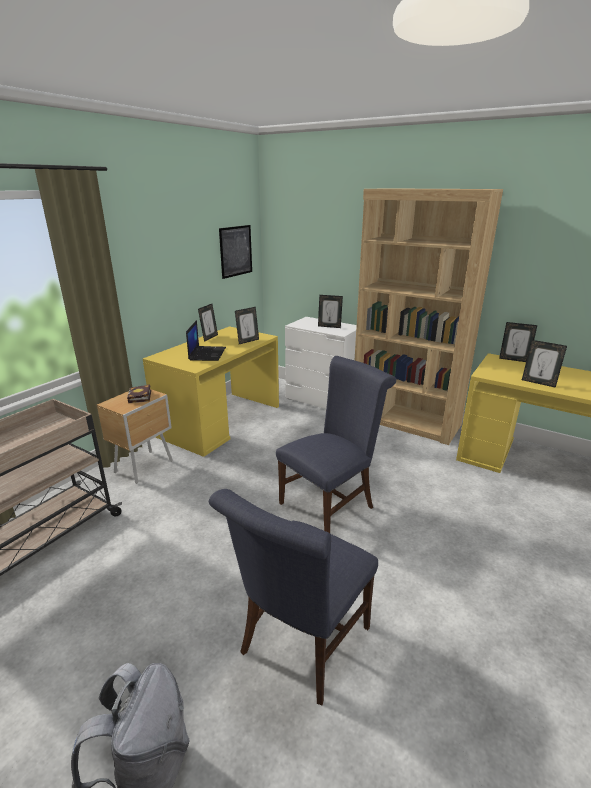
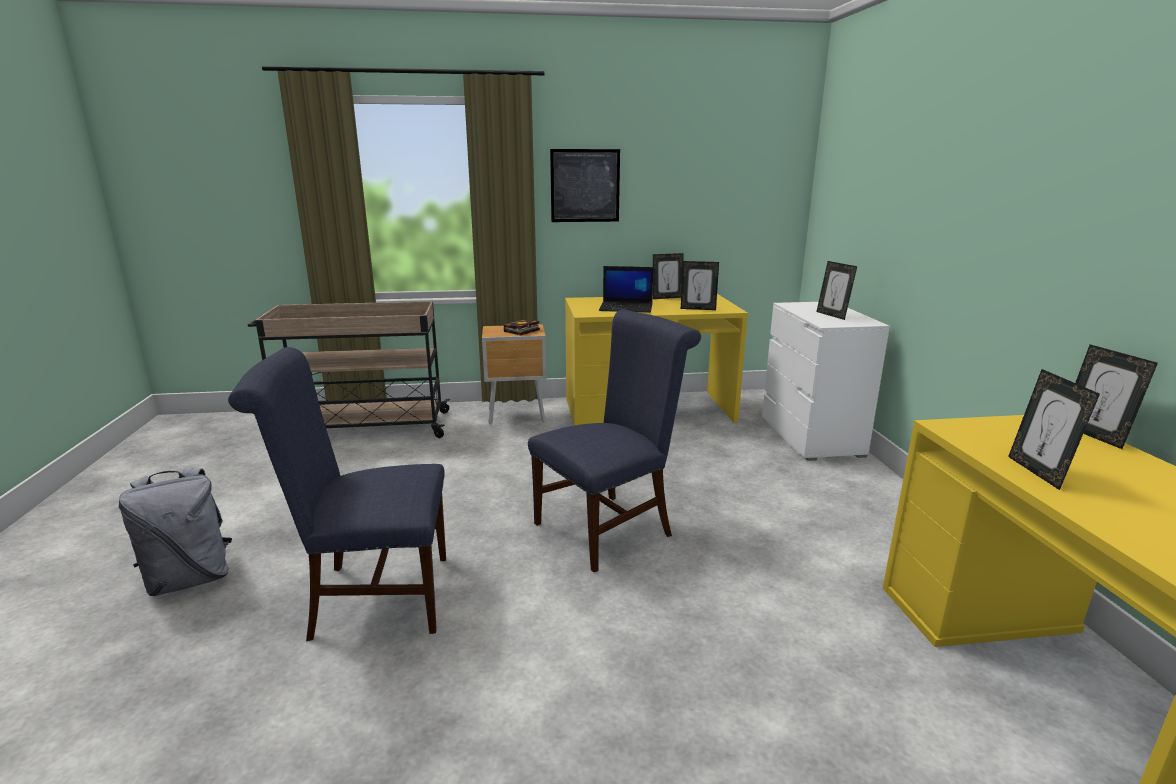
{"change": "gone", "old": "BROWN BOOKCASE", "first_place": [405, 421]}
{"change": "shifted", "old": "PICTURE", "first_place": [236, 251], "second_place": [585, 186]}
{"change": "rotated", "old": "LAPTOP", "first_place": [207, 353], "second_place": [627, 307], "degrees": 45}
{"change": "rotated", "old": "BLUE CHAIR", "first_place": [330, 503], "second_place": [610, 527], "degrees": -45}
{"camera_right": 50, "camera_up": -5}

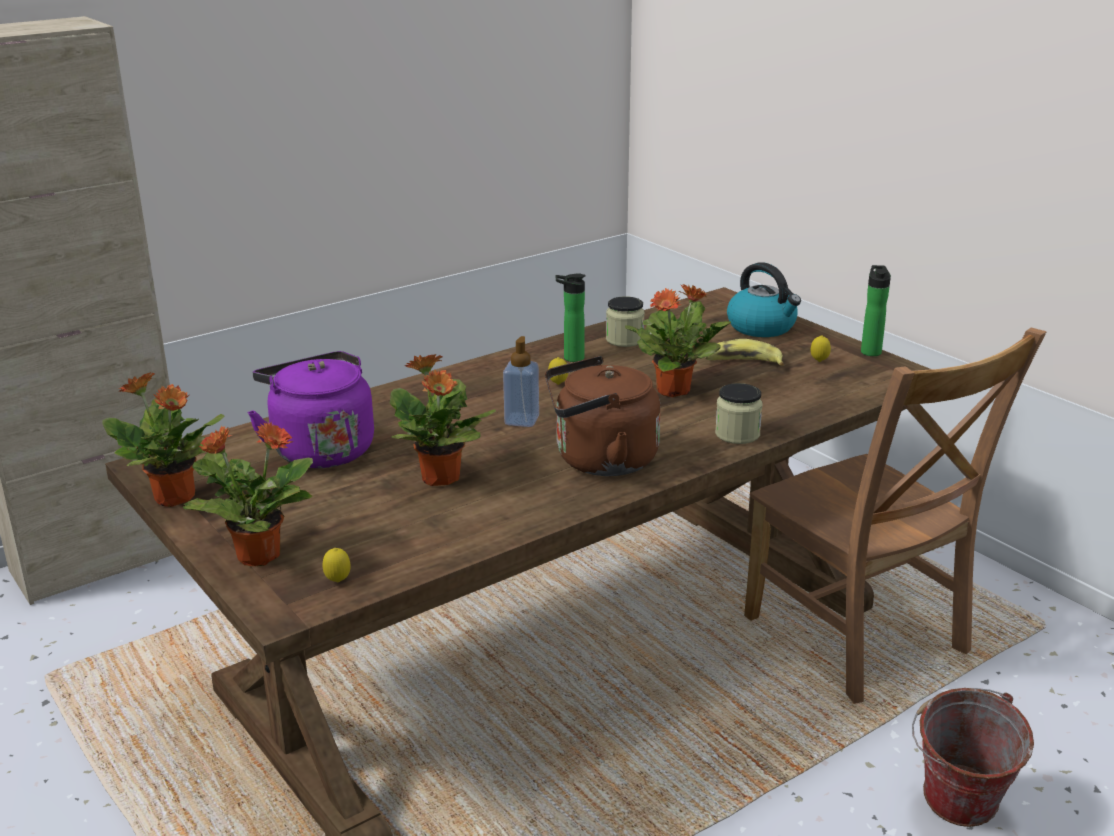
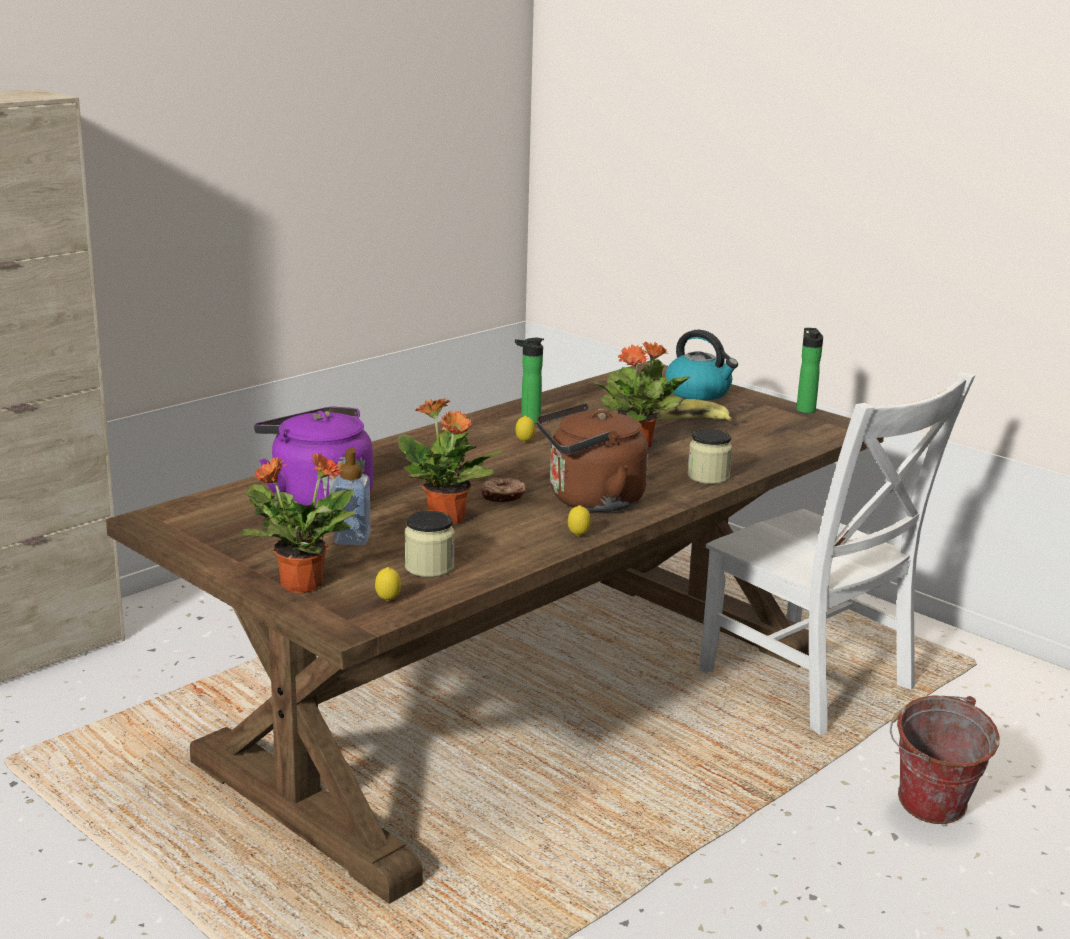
{"change": "gone", "old": "POTTED PLANT", "first_place": [175, 498]}
{"change": "new", "new": "DONUT", "second_place": [503, 497]}
{"change": "shifted", "old": "SOAP DISPENSER", "first_place": [522, 420], "second_place": [352, 539]}
{"change": "shifted", "old": "JAR", "first_place": [624, 340], "second_place": [429, 567]}
{"change": "shifted", "old": "LEMON", "first_place": [819, 361], "second_place": [578, 536]}
{"change": "repainted", "old": "BROWN CHAIR", "new": "WHITE CHAIR", "first_place": [860, 640], "second_place": [812, 684]}
{"camera_right": -10, "camera_up": -5}

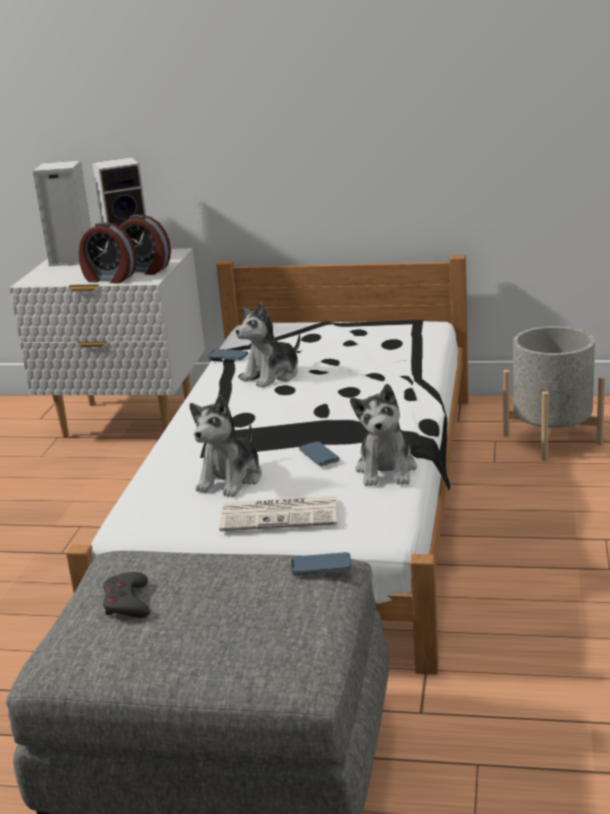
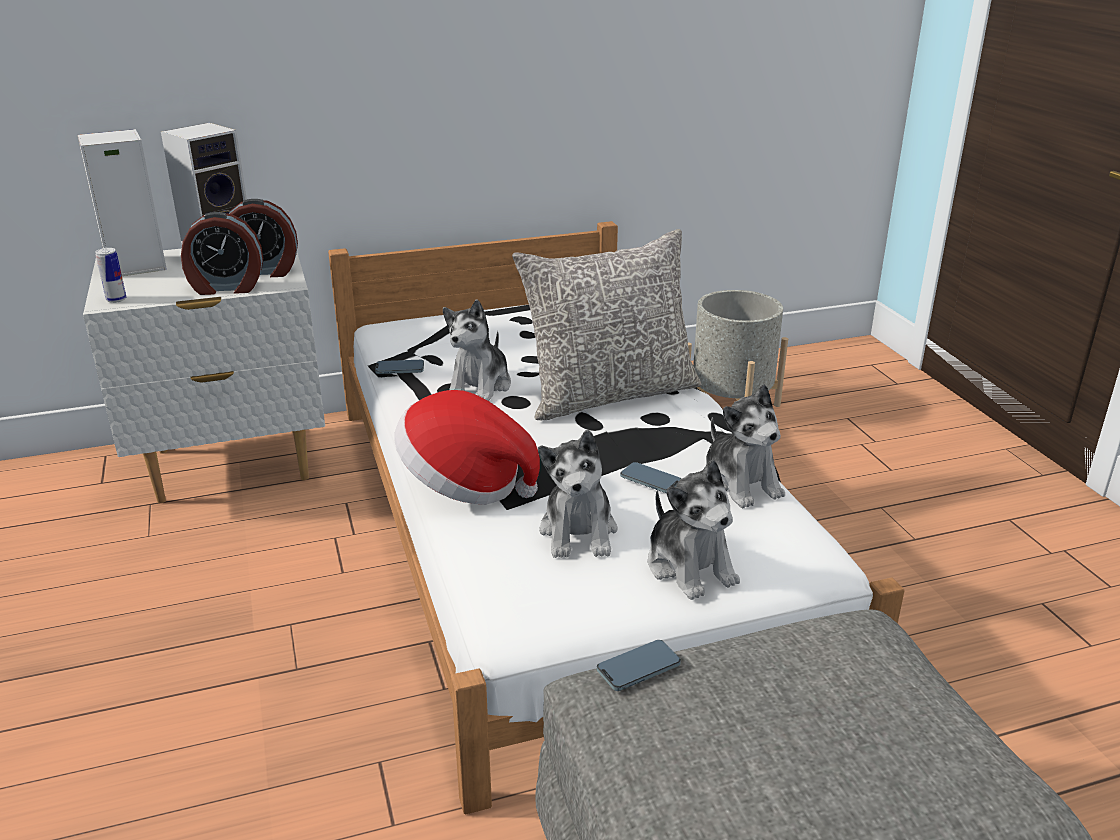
{"change": "gone", "old": "GREY GAME CONTROLLER", "first_place": [127, 602]}
{"change": "new", "new": "CAN", "second_place": [116, 299]}
{"change": "new", "new": "HAT", "second_place": [464, 484]}
{"change": "new", "new": "GREY PILLOW", "second_place": [609, 394]}
{"change": "shifted", "old": "PHONE", "first_place": [321, 567], "second_place": [638, 668]}
{"change": "swapped", "old": "NEWSPAPER", "new": "PLUSH TOY", "first_place": [281, 514], "second_place": [690, 567]}
{"camera_right": -30, "camera_up": 5}

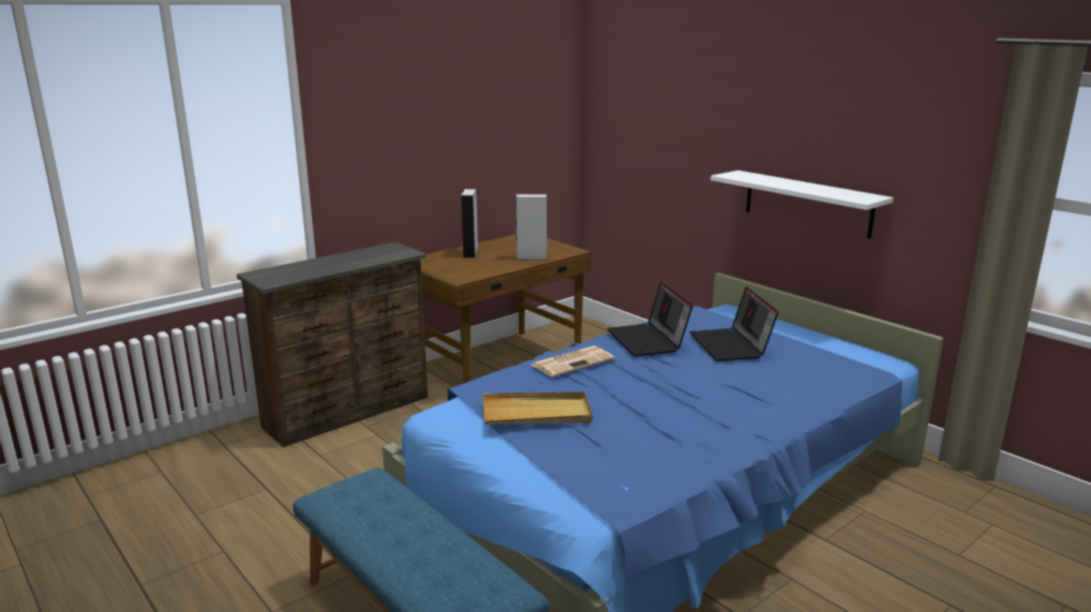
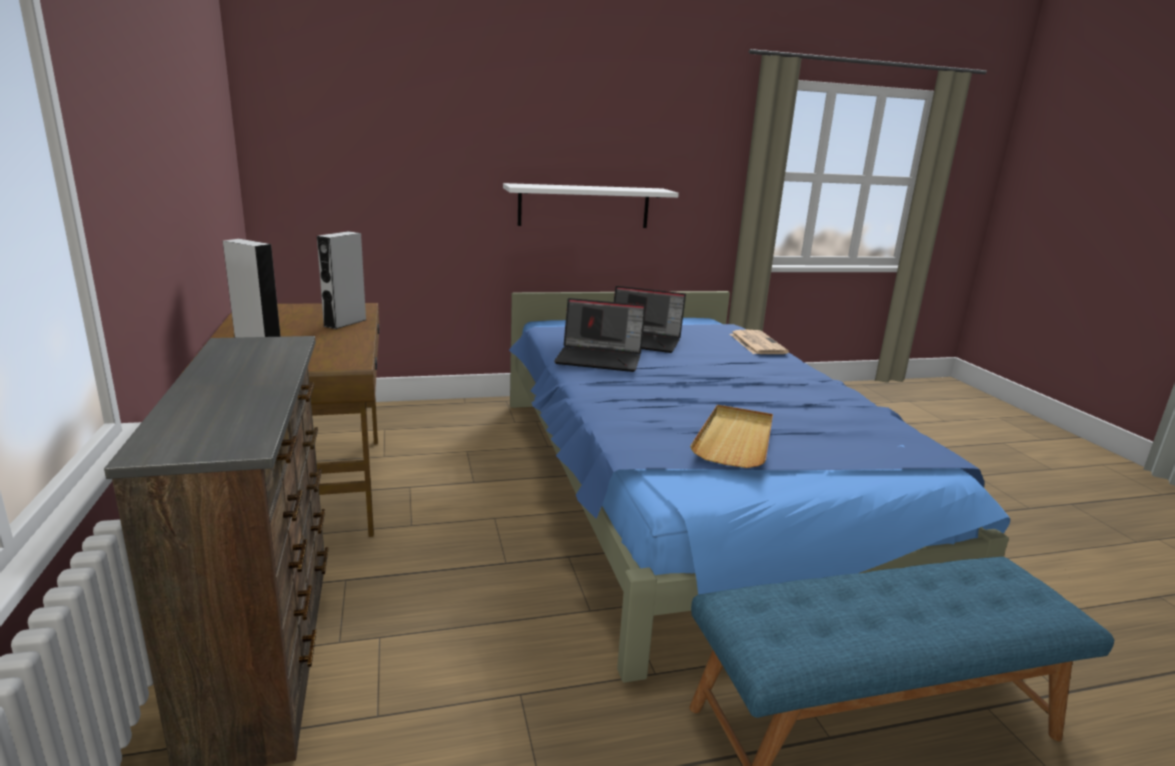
{"change": "shifted", "old": "NEWSPAPER", "first_place": [573, 362], "second_place": [756, 343]}
{"camera_right": -65, "camera_up": 0}

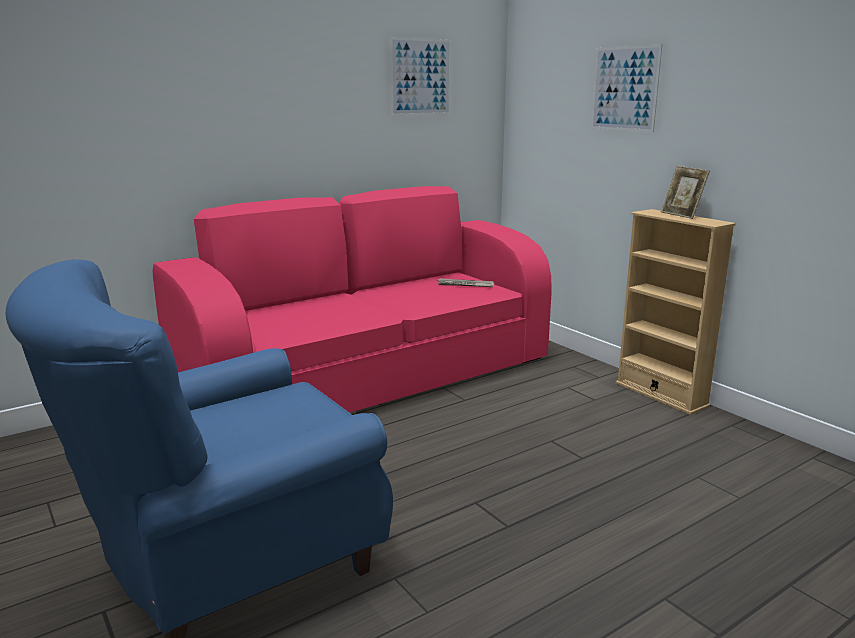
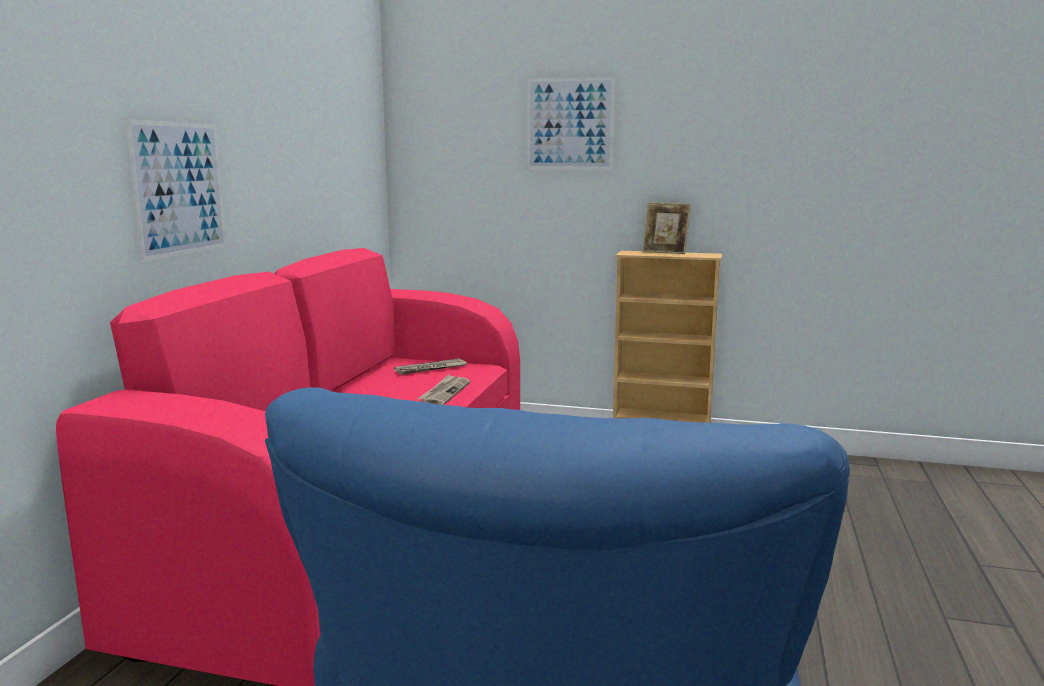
{"change": "new", "new": "NEWSPAPER", "second_place": [444, 393]}
{"change": "shifted", "old": "PICTURE", "first_place": [421, 77], "second_place": [180, 189]}
{"camera_right": -40, "camera_up": -5}

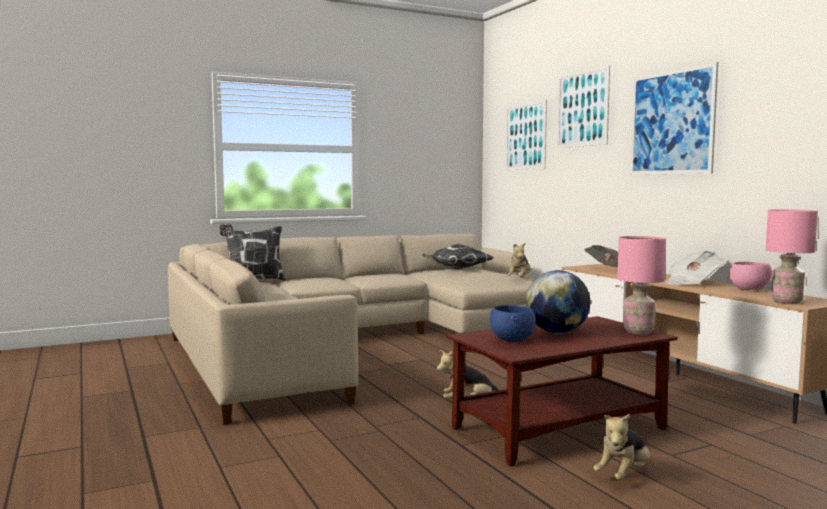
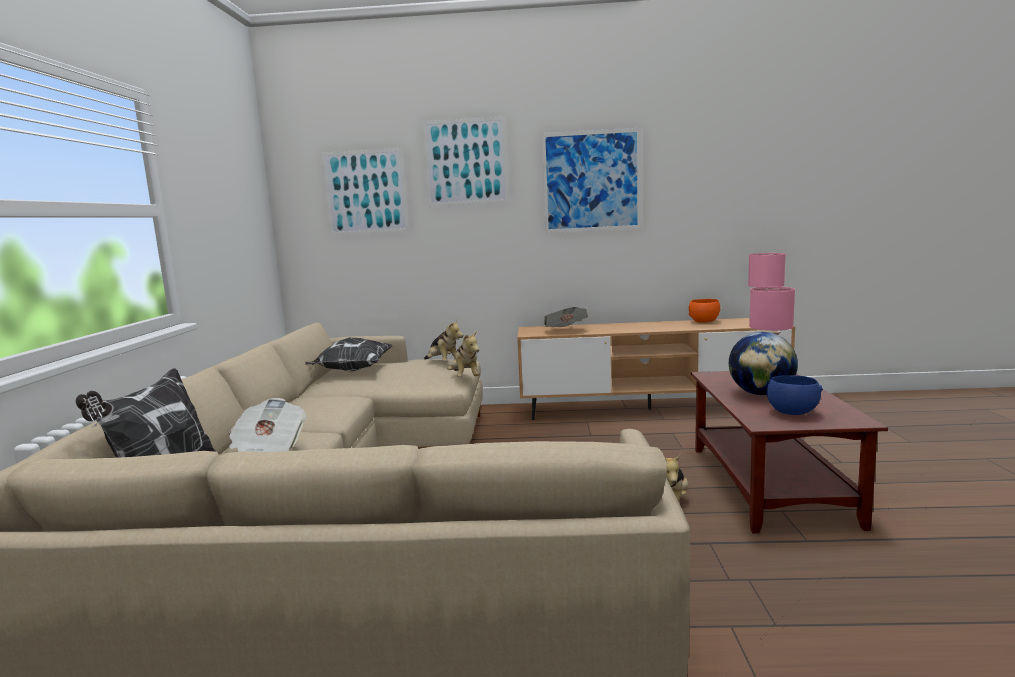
{"change": "shifted", "old": "PLUSH TOY", "first_place": [624, 475], "second_place": [465, 378]}
{"change": "shifted", "old": "NEWSPAPER", "first_place": [692, 283], "second_place": [267, 452]}
{"change": "repainted", "old": "PINK BOWL", "new": "ORANGE BOWL", "first_place": [748, 289], "second_place": [704, 322]}
{"camera_right": -60, "camera_up": 5}

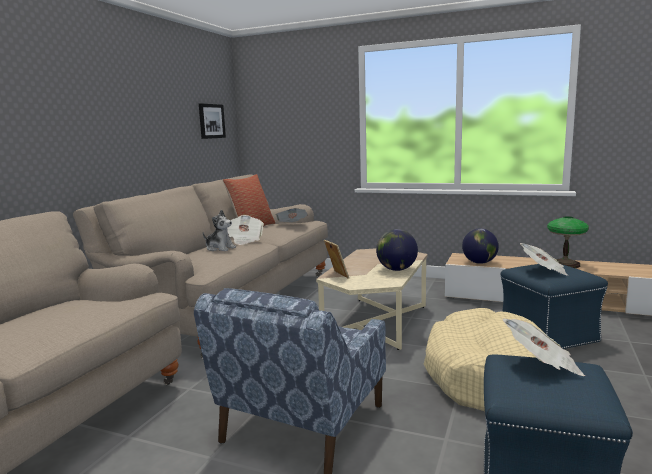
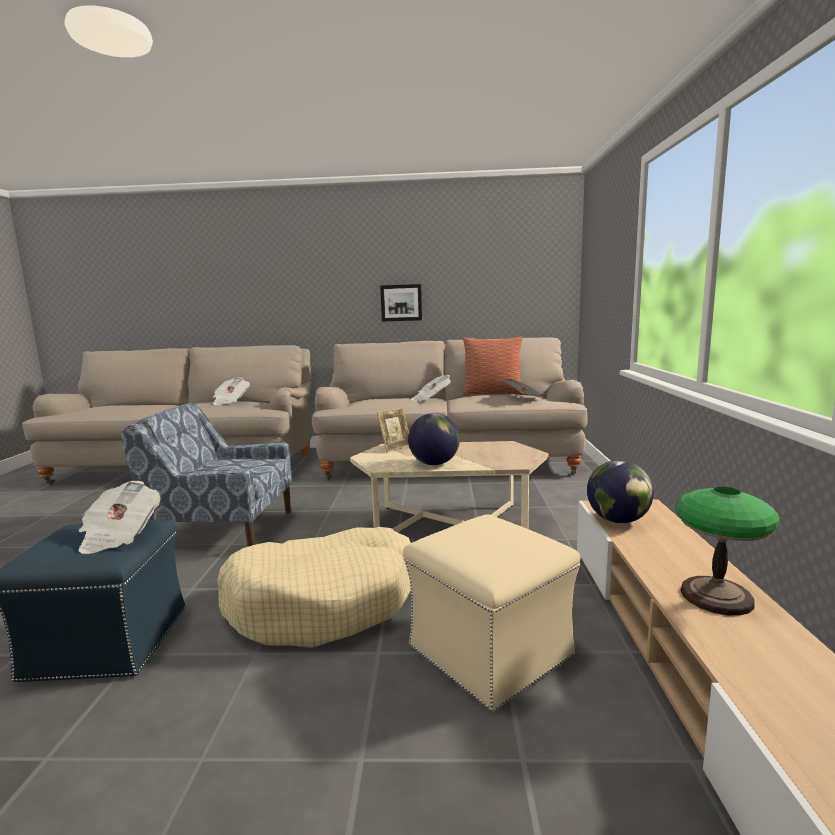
{"change": "gone", "old": "PLUSH TOY", "first_place": [220, 248]}
{"change": "shifted", "old": "PICTURE", "first_place": [211, 121], "second_place": [401, 302]}
{"change": "shifted", "old": "NEWSPAPER", "first_place": [543, 271], "second_place": [230, 401]}
{"change": "repainted", "old": "BLUE OTTOMAN", "new": "BEIGE OTTOMAN", "first_place": [547, 335], "second_place": [488, 650]}
{"camera_right": 70, "camera_up": 0}

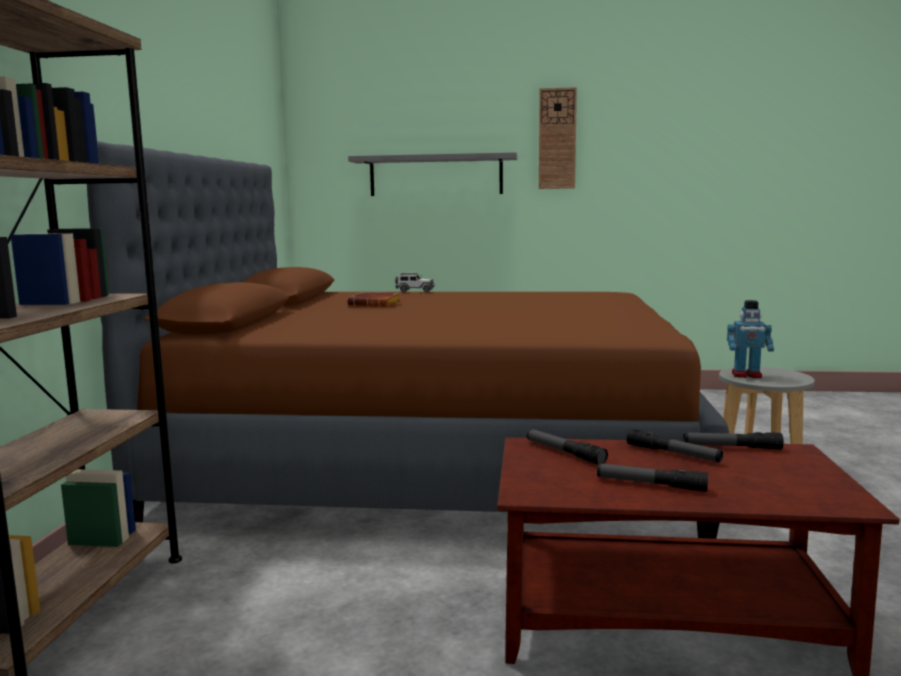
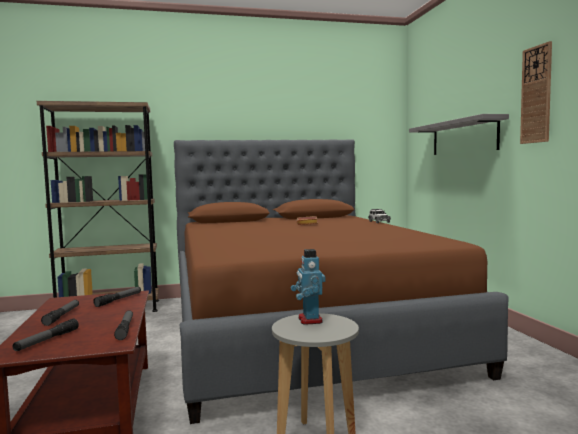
{"change": "shifted", "old": "FLASHLIGHT", "first_place": [673, 454], "second_place": [47, 340]}
{"camera_right": 70, "camera_up": -5}

